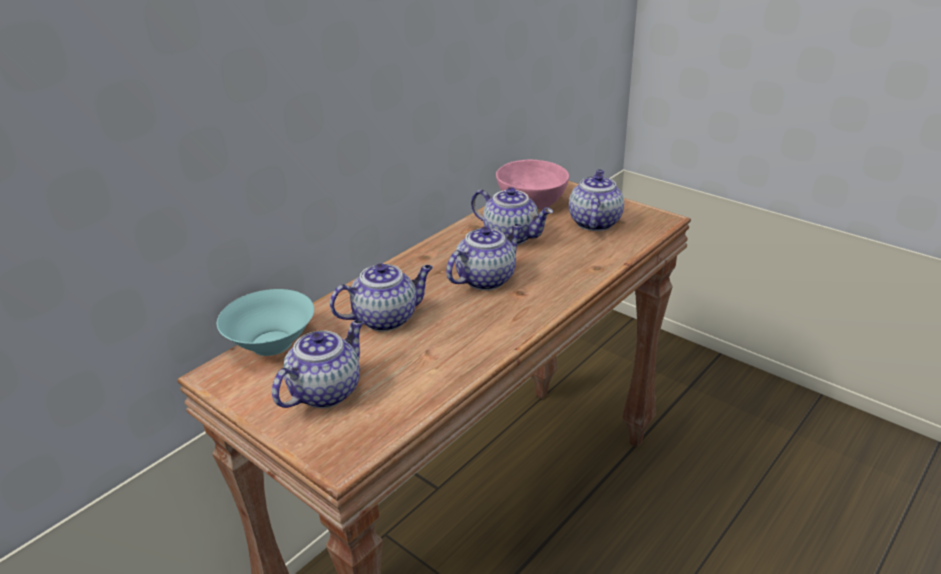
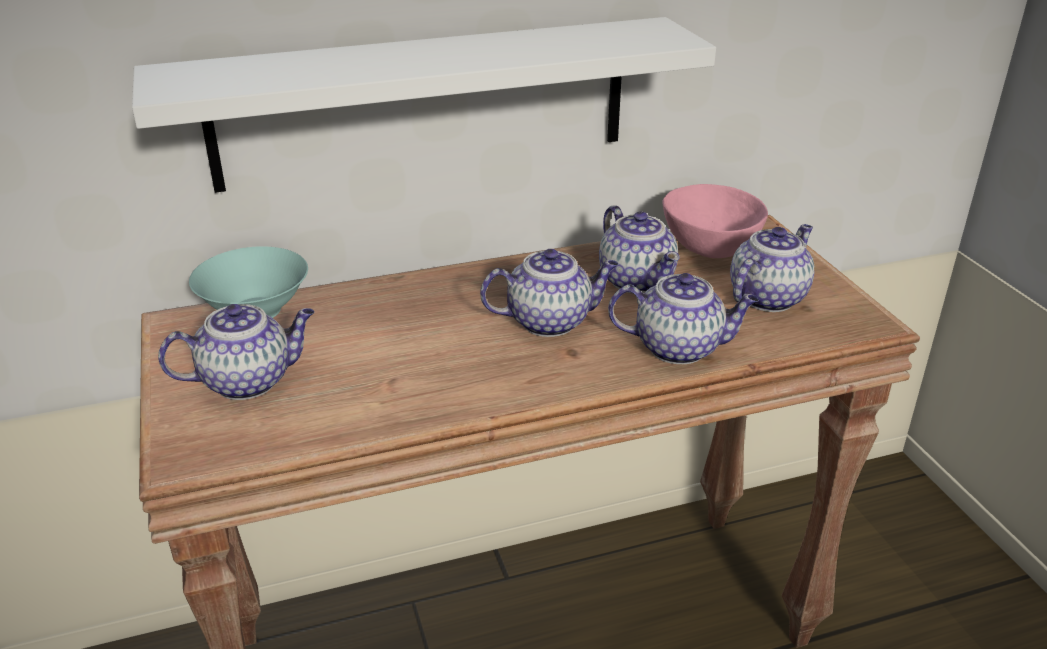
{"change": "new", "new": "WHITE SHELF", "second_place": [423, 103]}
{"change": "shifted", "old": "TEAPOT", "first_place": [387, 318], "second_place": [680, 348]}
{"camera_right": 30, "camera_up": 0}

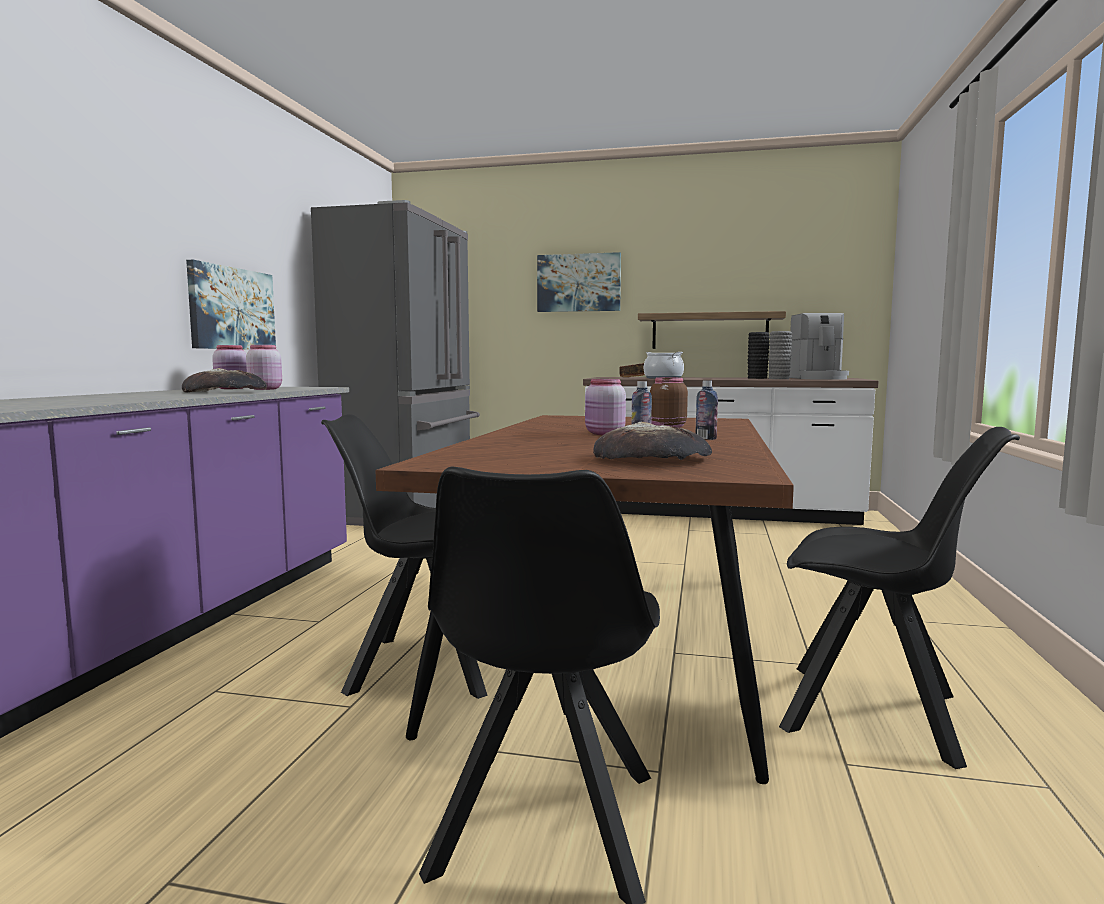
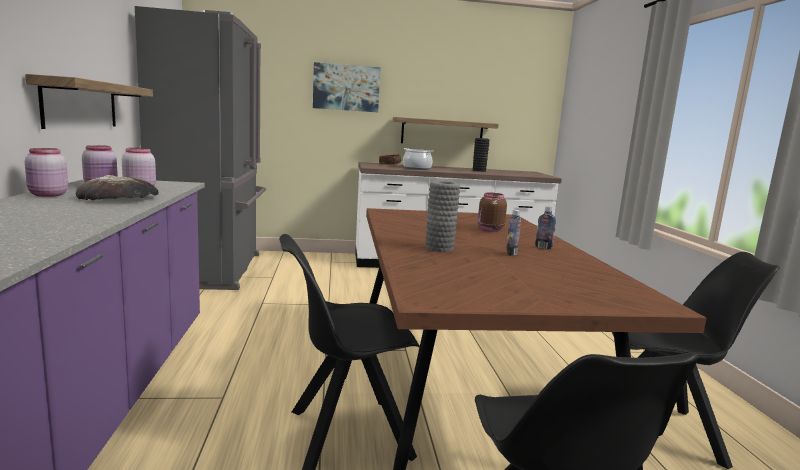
{"change": "gone", "old": "BREAD", "first_place": [652, 458]}
{"change": "gone", "old": "COFFEE MACHINE", "first_place": [818, 378]}
{"change": "shifted", "old": "PINK JAR", "first_place": [604, 434], "second_place": [47, 195]}
{"change": "shifted", "old": "GREY VASE", "first_place": [779, 379], "second_place": [439, 248]}
{"change": "swapped", "old": "PICTURE", "new": "SHELF", "first_place": [232, 309], "second_place": [81, 104]}
{"camera_right": -20, "camera_up": 5}

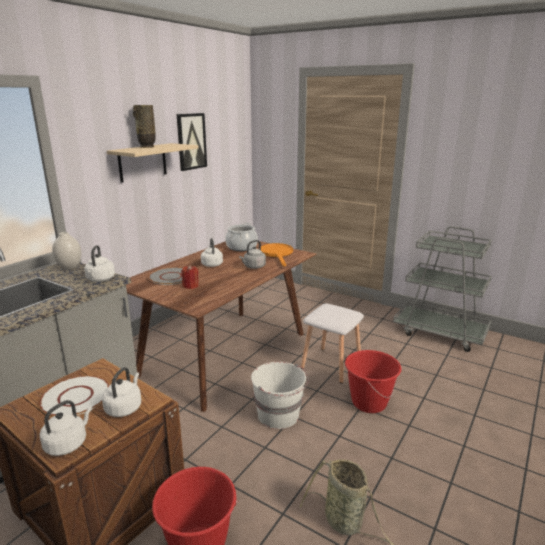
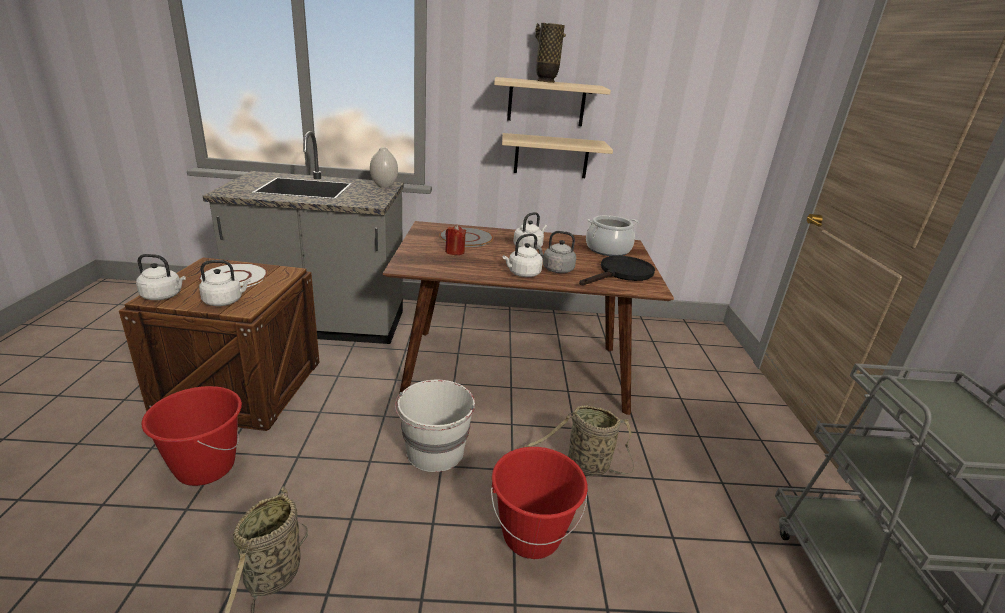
{"change": "gone", "old": "PICTURE", "first_place": [191, 141]}
{"change": "new", "new": "BEIGE SHELF", "second_place": [551, 156]}
{"change": "shifted", "old": "WHITE KETTLE", "first_place": [100, 279], "second_place": [522, 274]}
{"change": "swapped", "old": "WHITE STOOL", "new": "BASKET", "first_place": [331, 365], "second_place": [584, 466]}
{"change": "repainted", "old": "ORANGE FRYING PAN", "new": "BLACK FRYING PAN", "first_place": [277, 254], "second_place": [621, 274]}
{"camera_right": 55, "camera_up": 5}

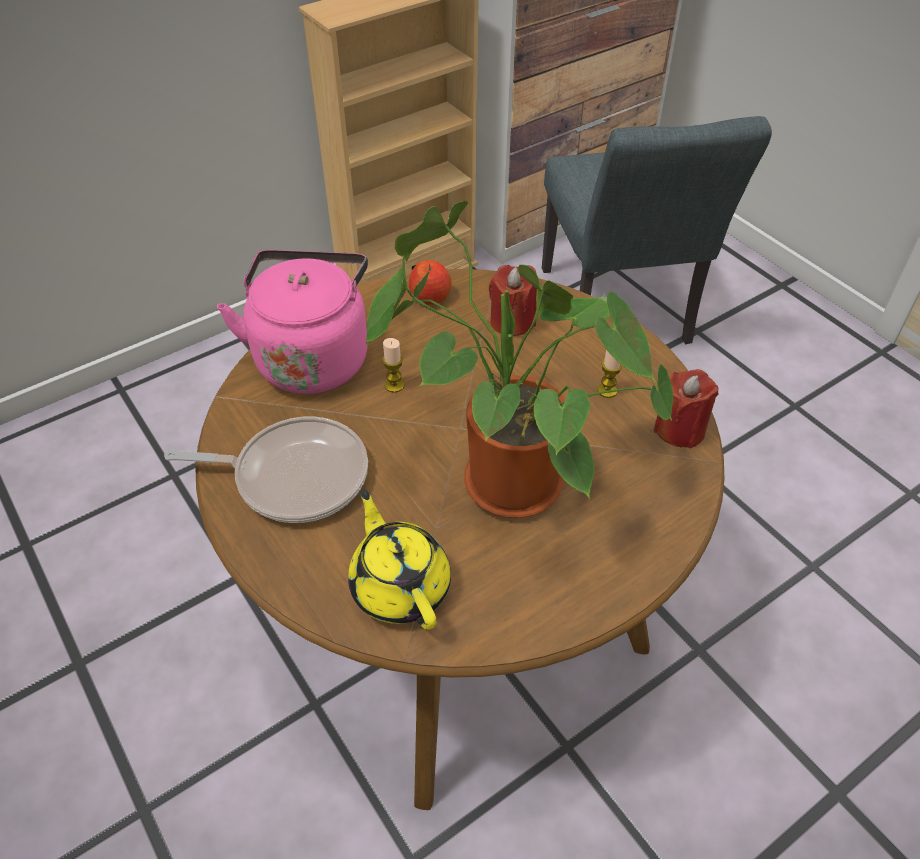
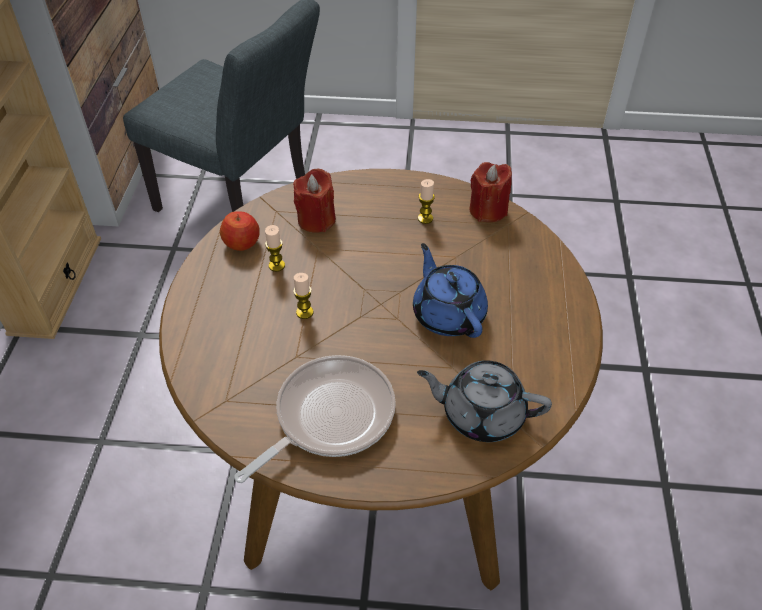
{"change": "gone", "old": "PINK KETTLE", "first_place": [312, 357]}
{"change": "new", "new": "CANDLE", "second_place": [276, 265]}
{"change": "swapped", "old": "POTTED PLANT", "new": "BLUE TEAPOT", "first_place": [500, 484], "second_place": [448, 314]}
{"change": "repainted", "old": "YELLOW TEAPOT", "new": "GREY TEAPOT", "first_place": [400, 585], "second_place": [481, 414]}
{"camera_right": -50, "camera_up": 0}

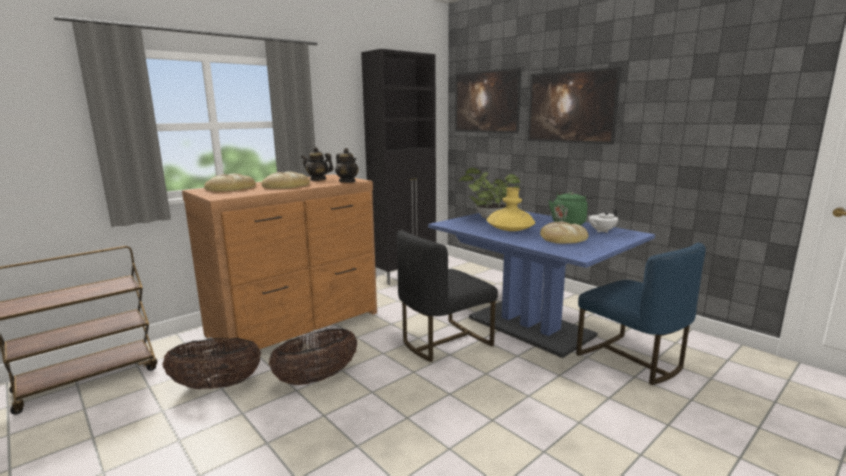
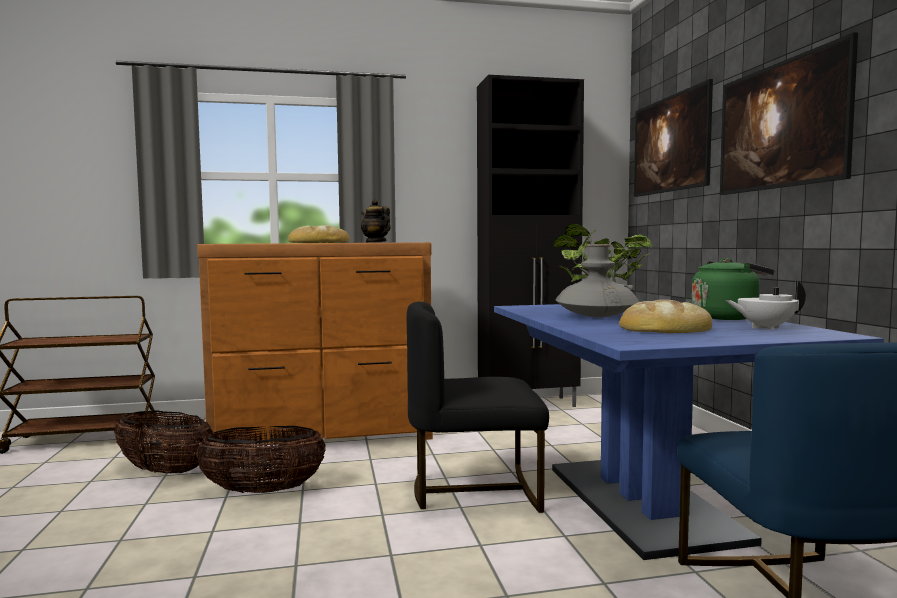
{"change": "gone", "old": "BREAD", "first_place": [230, 188]}
{"change": "gone", "old": "TEAPOT", "first_place": [347, 181]}
{"change": "repainted", "old": "YELLOW VASE", "new": "GREY VASE", "first_place": [510, 230], "second_place": [596, 316]}
{"camera_right": 30, "camera_up": -10}

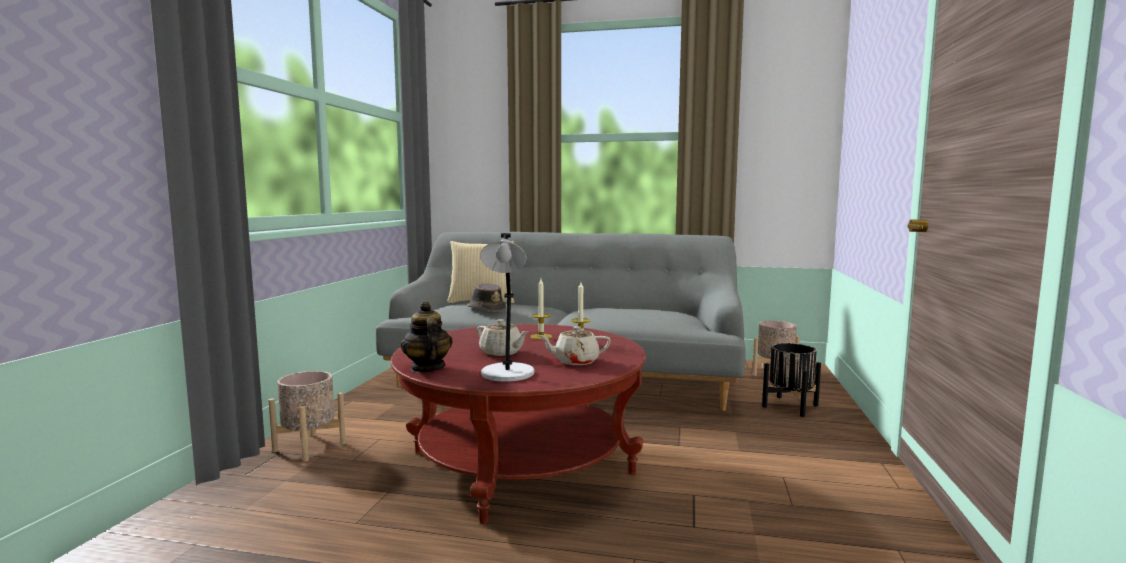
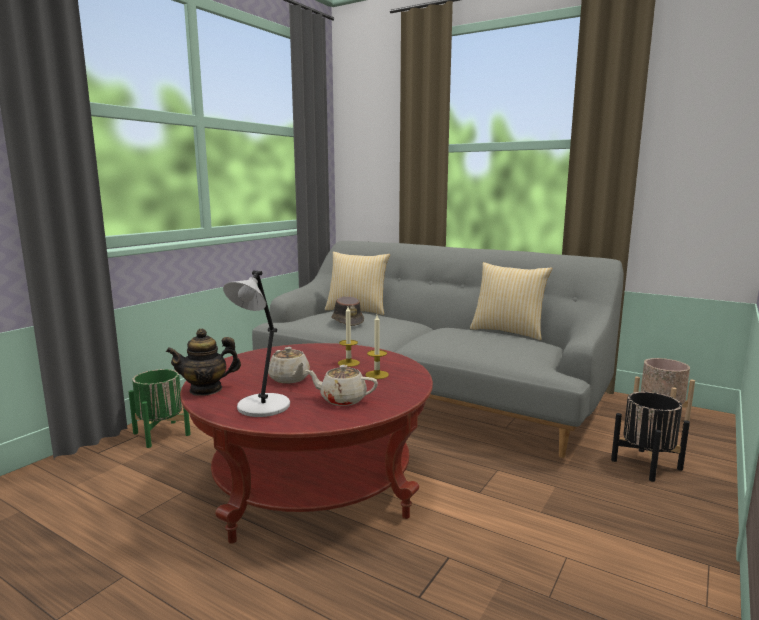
{"change": "new", "new": "PILLOW", "second_place": [508, 331]}
{"change": "repainted", "old": "BEIGE PLANTER", "new": "GREEN PLANTER", "first_place": [309, 447], "second_place": [161, 434]}
{"change": "rotated", "old": "TEAPOT", "first_place": [427, 368], "second_place": [206, 389], "degrees": -105}
{"camera_right": 20, "camera_up": 5}

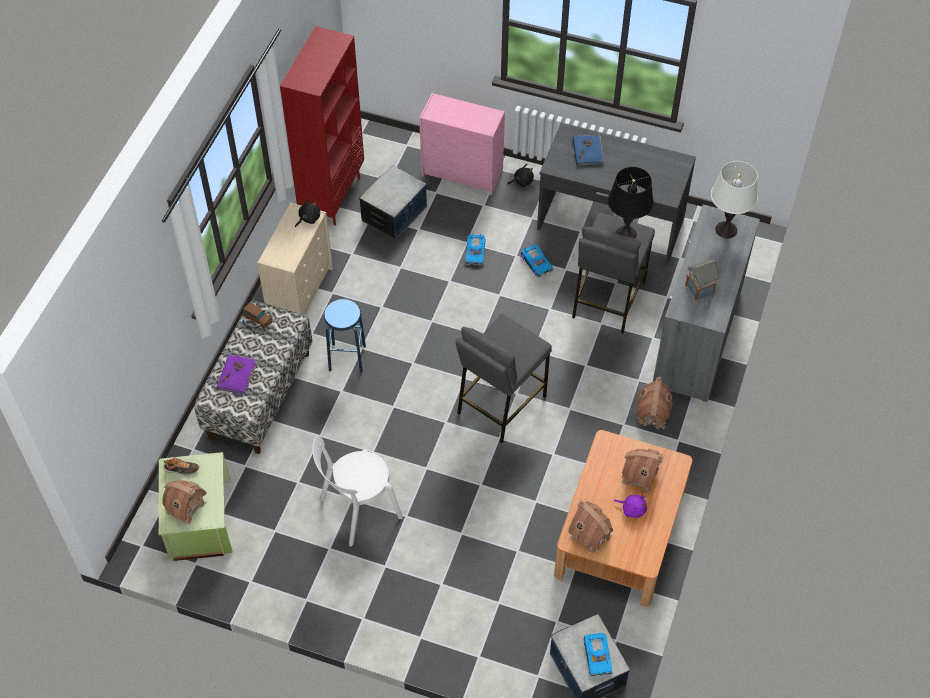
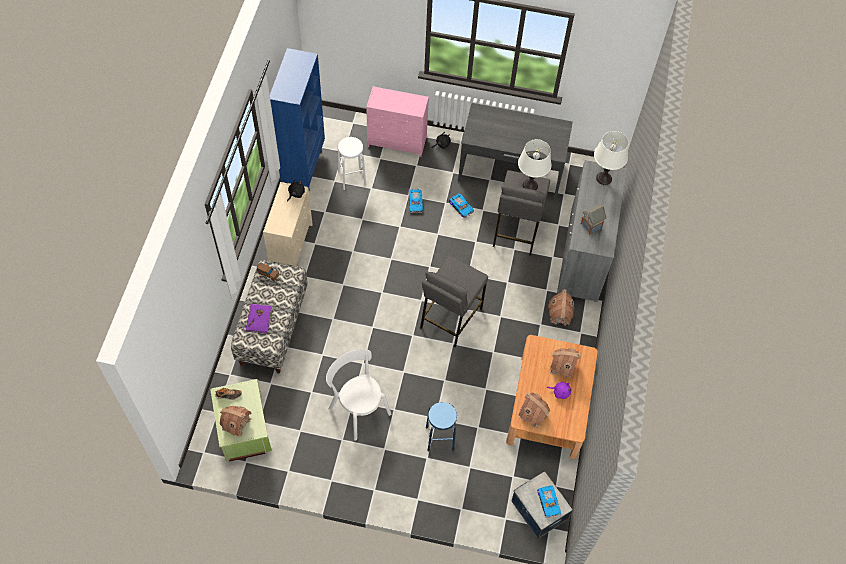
{"change": "gone", "old": "BLUE BOOK", "first_place": [588, 151]}
{"change": "shifted", "old": "BLUE STOOL", "first_place": [347, 358], "second_place": [440, 438]}
{"change": "swapped", "old": "STORAGE BOX", "new": "WHITE STOOL", "first_place": [394, 214], "second_place": [352, 178]}
{"change": "repainted", "old": "RED BOOKCASE", "new": "BLUE BOOKCASE", "first_place": [332, 196], "second_place": [303, 168]}
{"change": "repainted", "old": "BLACK TABLE LAMP", "new": "WHITE TABLE LAMP", "first_place": [626, 234], "second_place": [530, 185]}
{"change": "rotated", "old": "WHITE CHAIR", "first_place": [357, 510], "second_place": [358, 408], "degrees": 90}
{"camera_right": -10, "camera_up": 5}

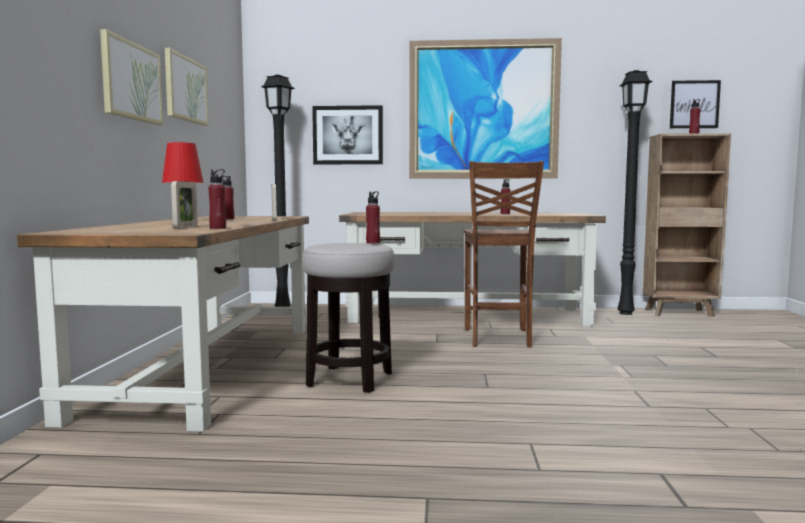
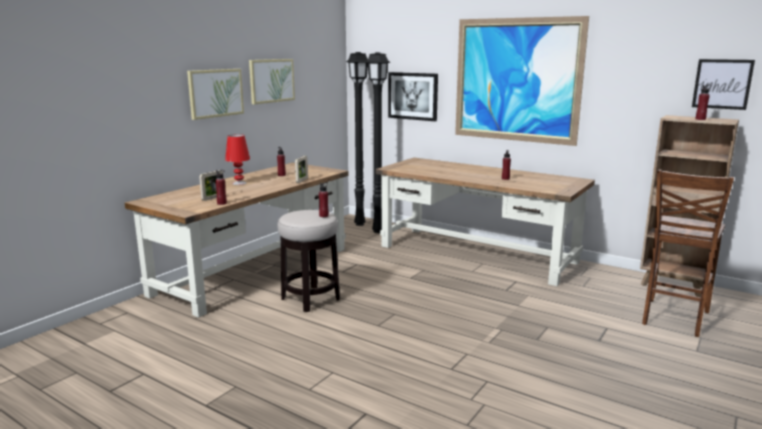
{"change": "shifted", "old": "BROWN CHAIR", "first_place": [497, 338], "second_place": [673, 318]}
{"change": "shifted", "old": "BLACK FLOOR LAMP", "first_place": [627, 313], "second_place": [378, 232]}
{"camera_right": 30, "camera_up": 10}

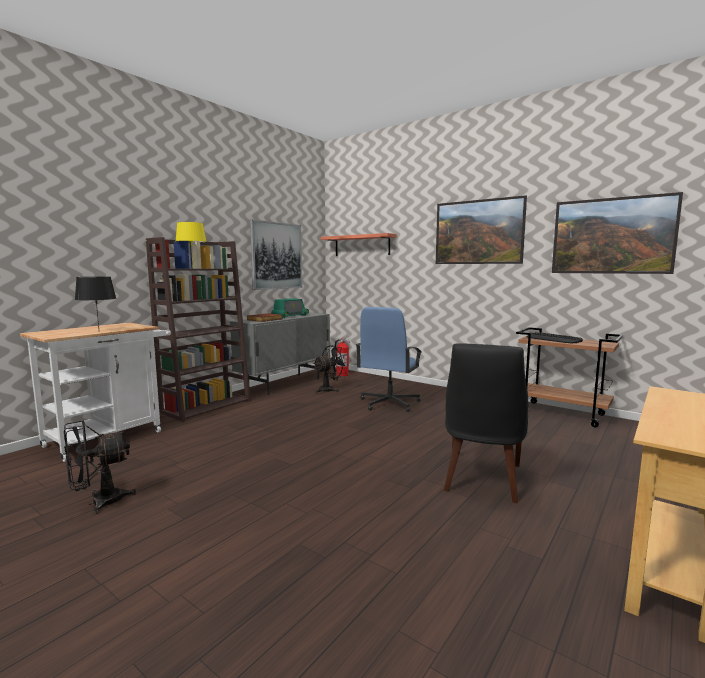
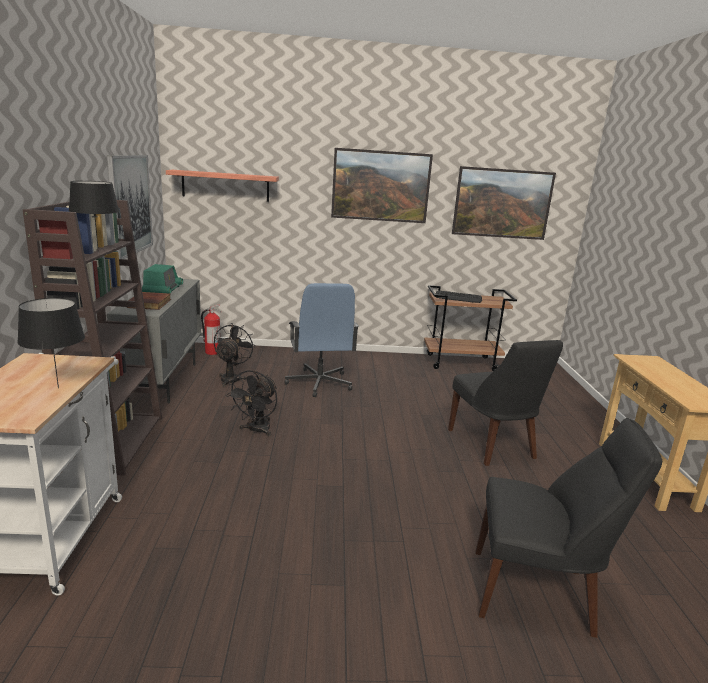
{"change": "new", "new": "BLACK CHAIR", "second_place": [538, 593]}
{"change": "shifted", "old": "BLACK FAN", "first_place": [98, 502], "second_place": [256, 431]}
{"change": "repainted", "old": "YELLOW TABLE LAMP", "new": "BLACK TABLE LAMP", "first_place": [192, 268], "second_place": [98, 252]}
{"camera_right": -40, "camera_up": 10}

